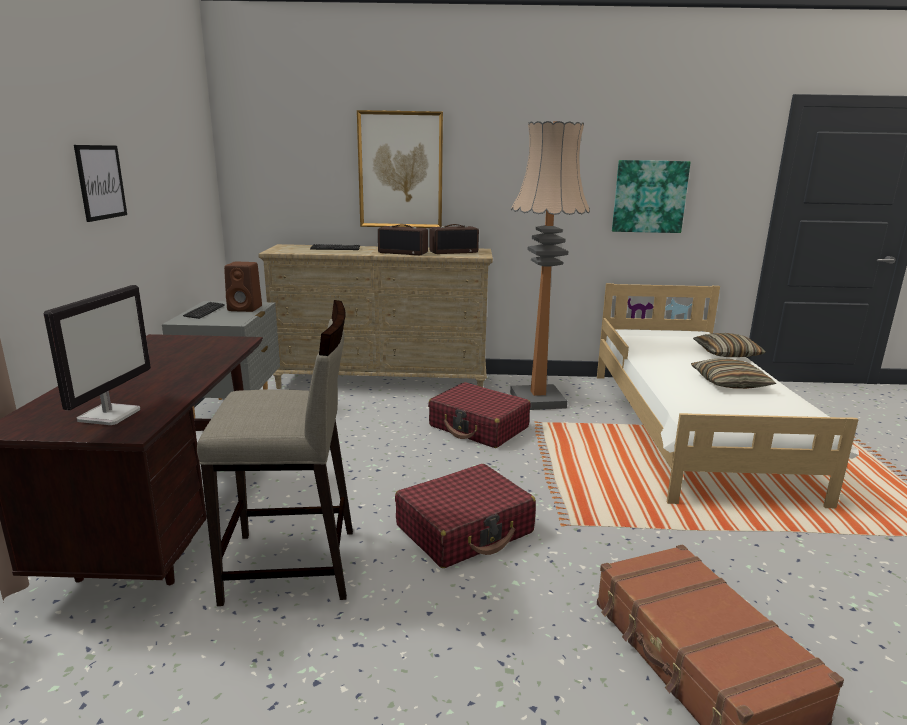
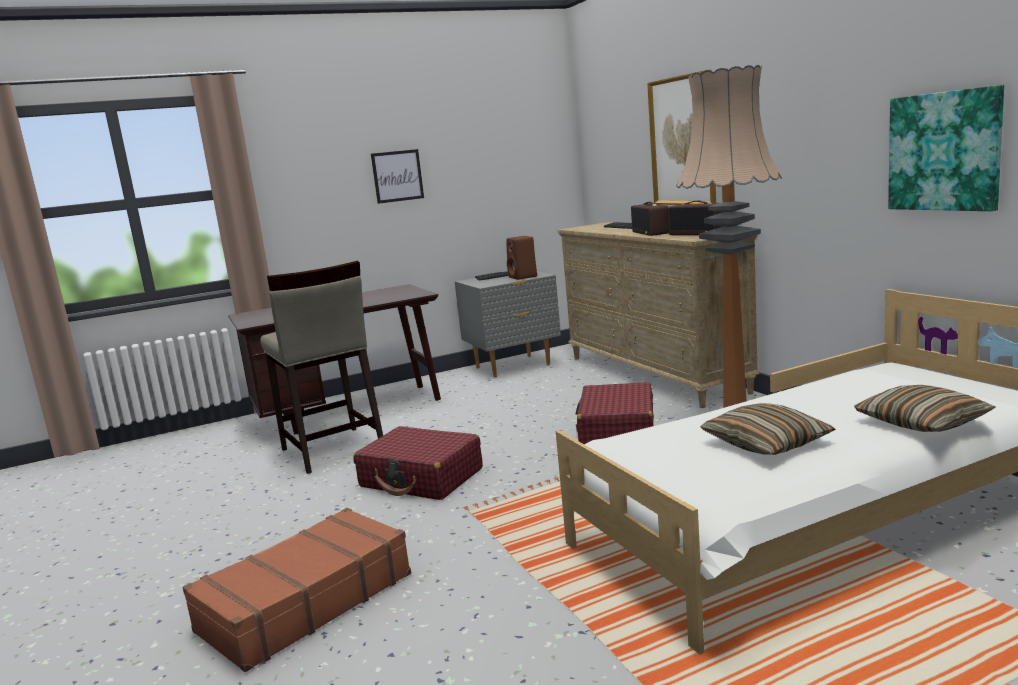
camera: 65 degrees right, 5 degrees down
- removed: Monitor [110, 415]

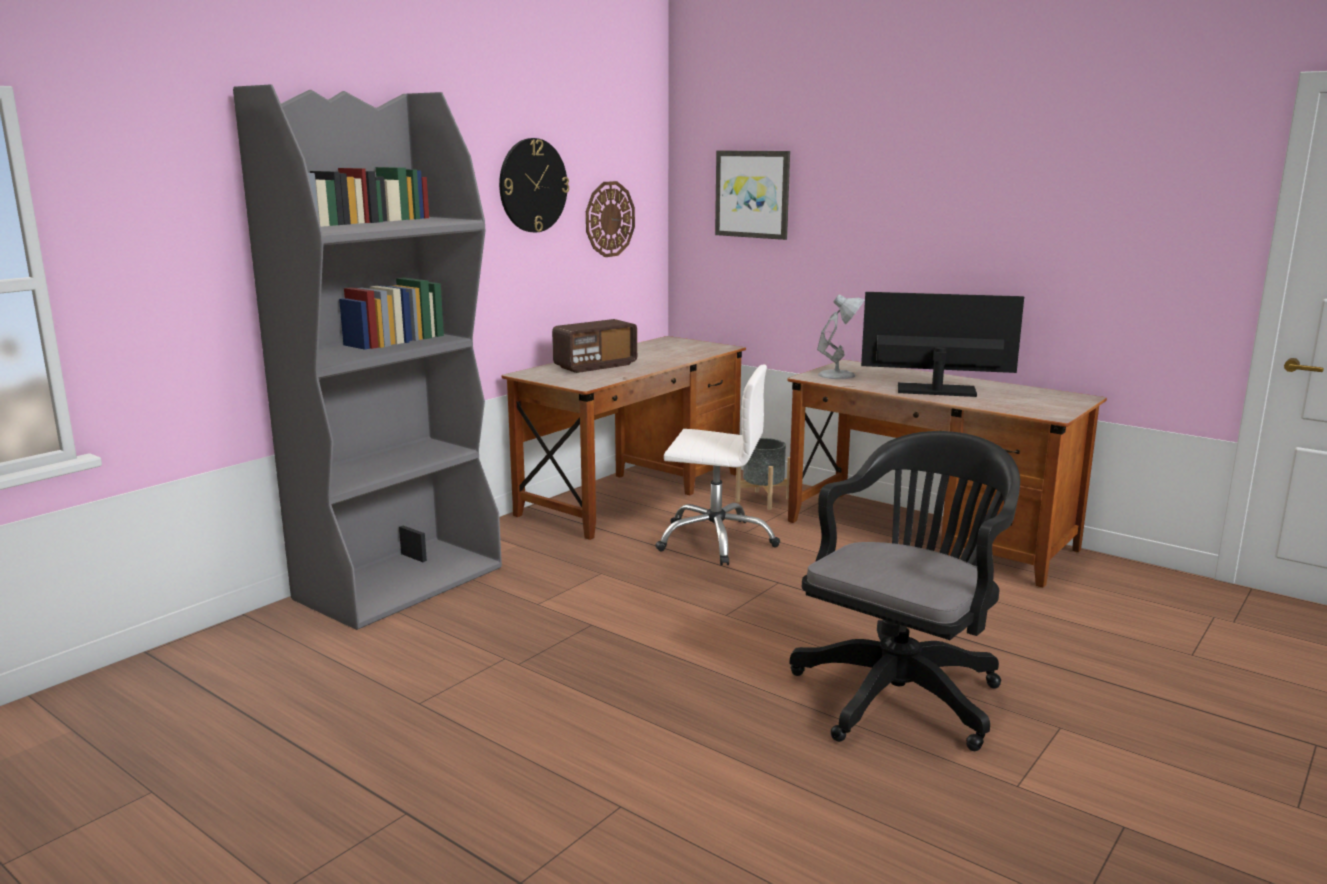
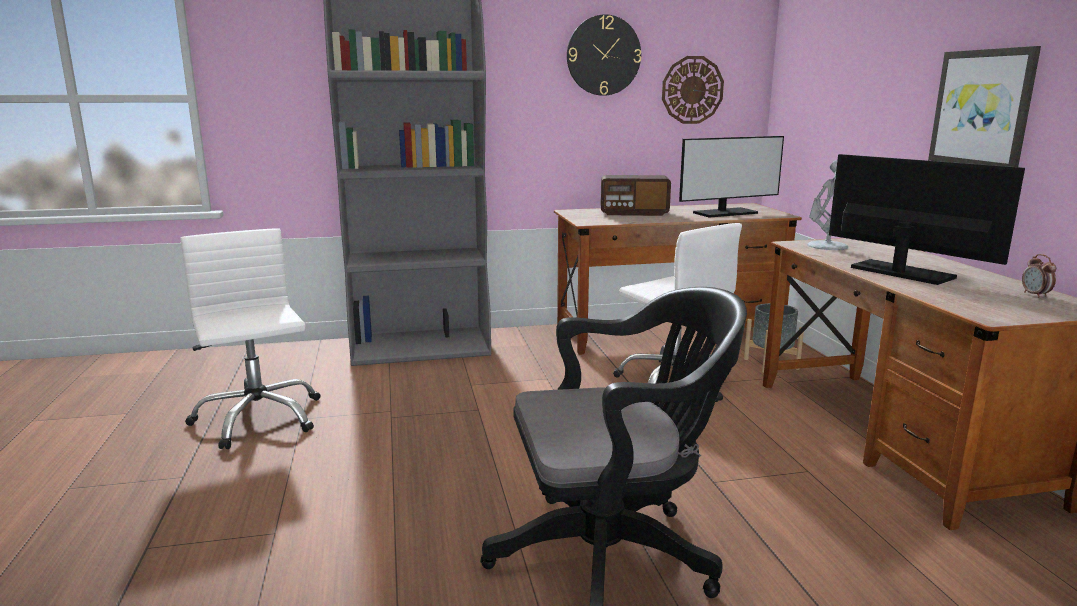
camera: 40 degrees right, 0 degrees up
- added: WhiteOfficeChair [258, 418]
- added: Monitor [725, 213]
- moved: Picture [753, 194] to [982, 108]
- added: AlarmClock [1035, 295]

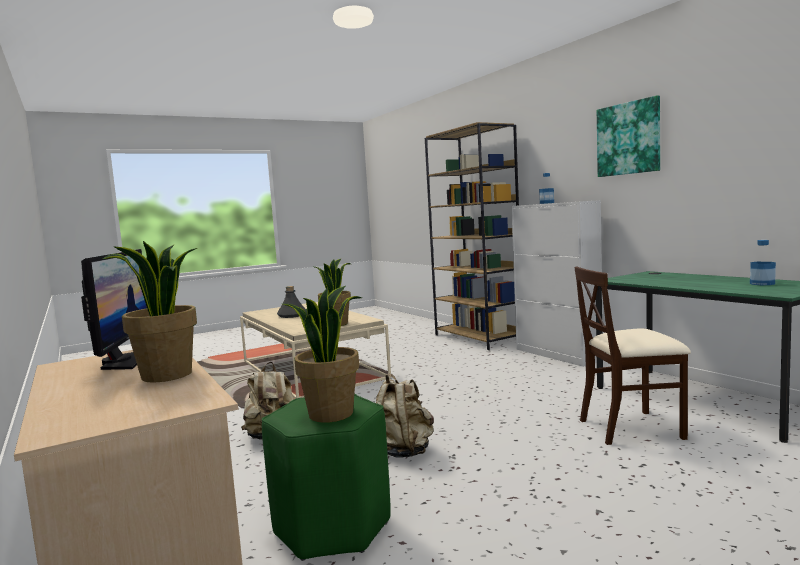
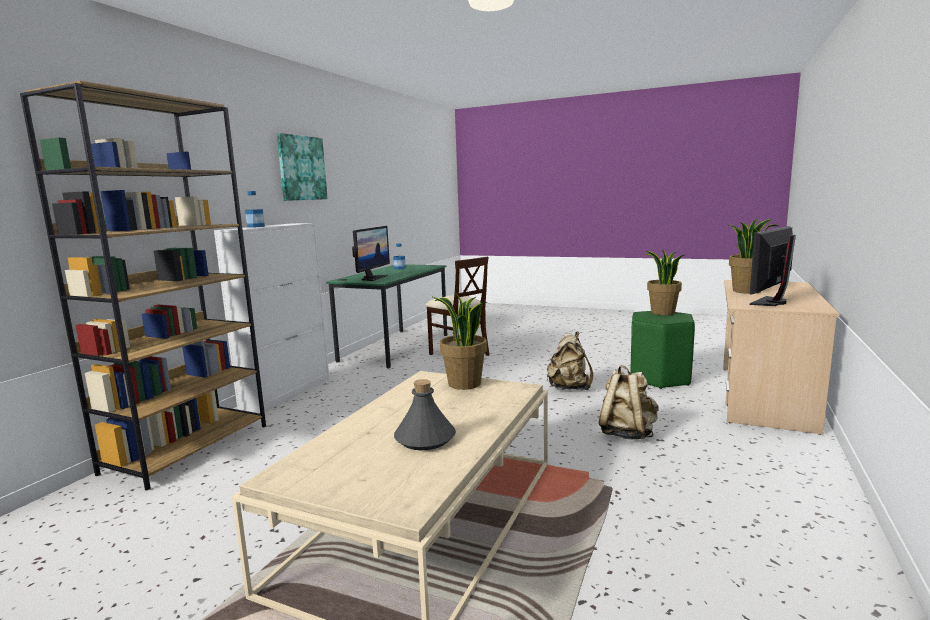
camera: 125 degrees left, 5 degrees up
- added: Monitor [372, 278]

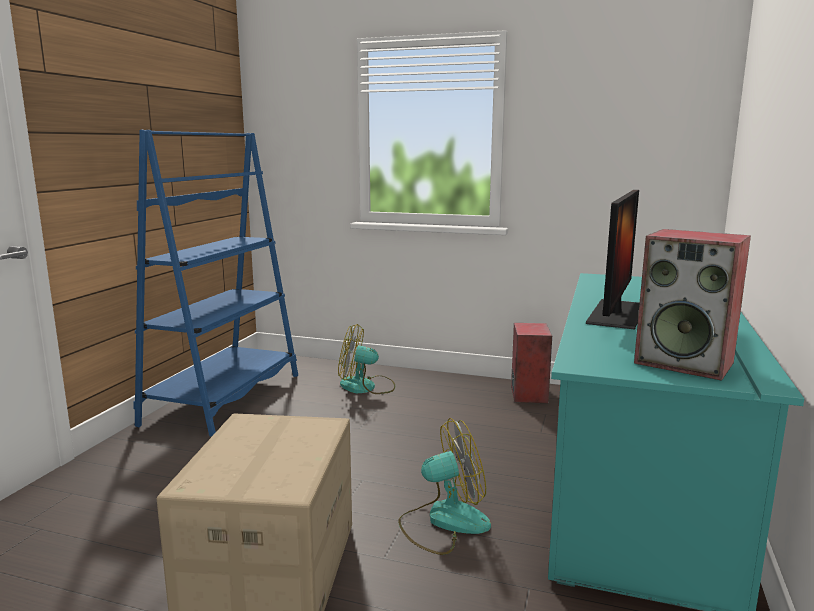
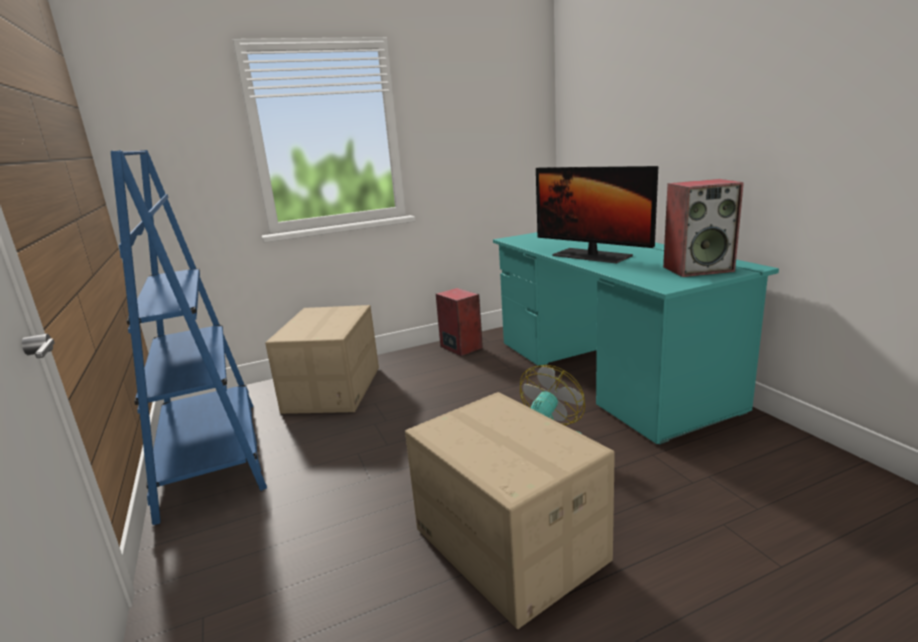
camera: 40 degrees left, 5 degrees up
- replaced: Fan [366, 387] to CardboardBox [334, 389]
- turned: Monitor [616, 314] = [591, 256] 150 degrees clockwise

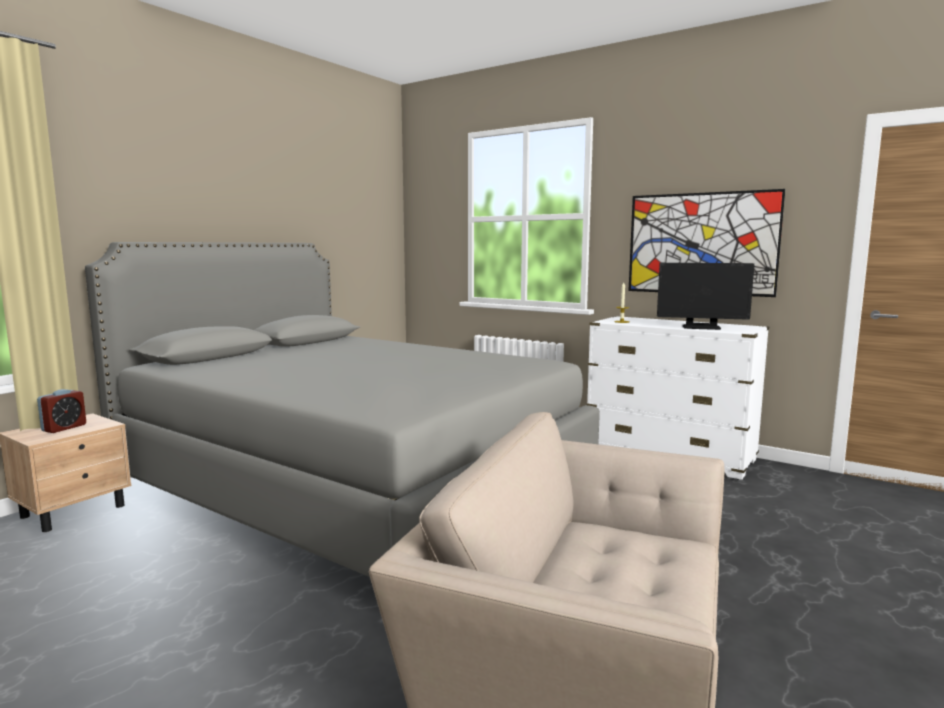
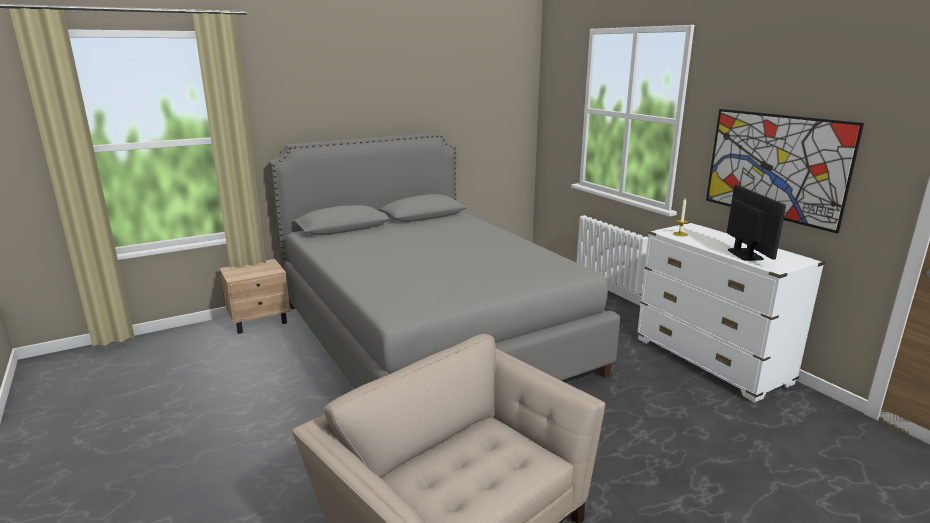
camera: 25 degrees right, 10 degrees up
- turned: Monitor [701, 327] = [745, 254] 135 degrees counterclockwise
- removed: AlarmClock [64, 428]

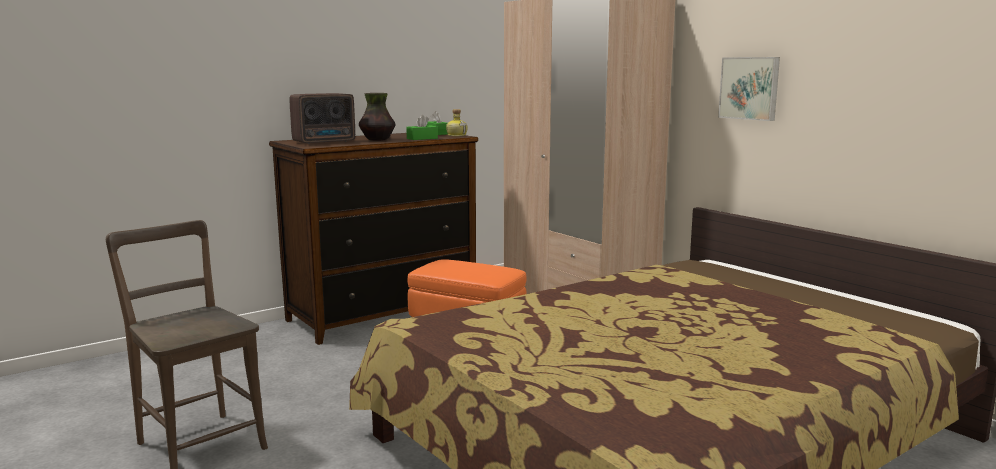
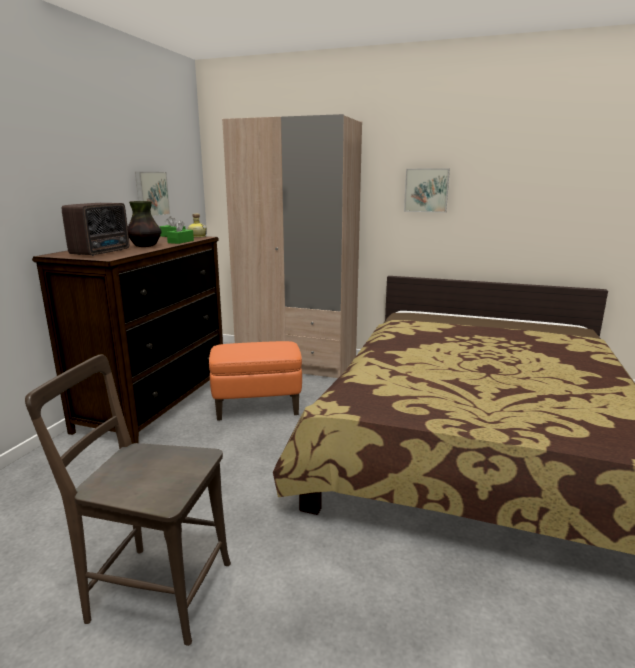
camera: 35 degrees left, 5 degrees up
- added: Picture [151, 194]

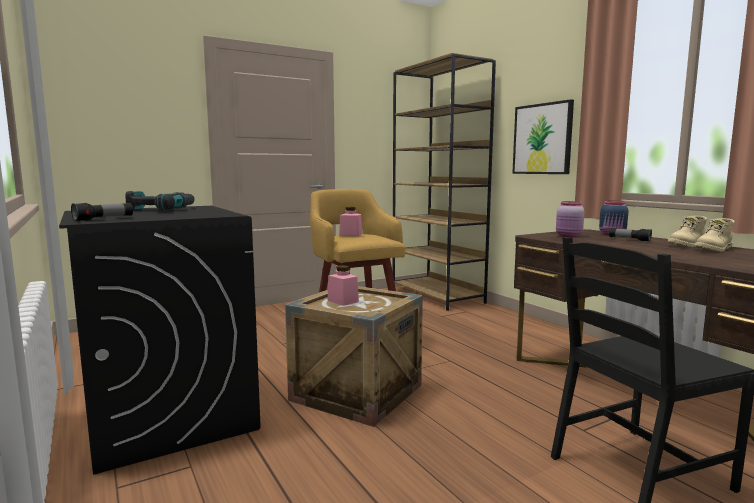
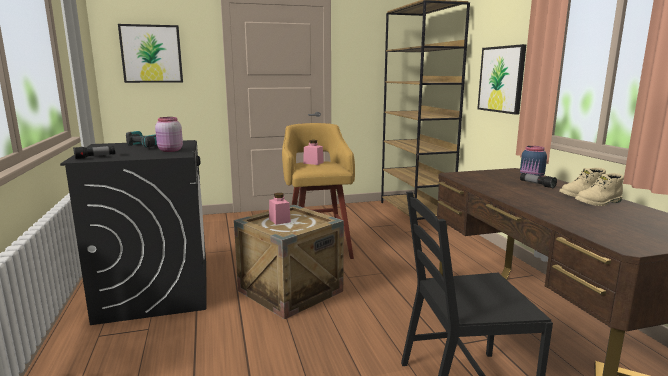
camera: 15 degrees right, 5 degrees up
- added: Picture [151, 54]
- moved: PinkJar [569, 236] to [170, 150]

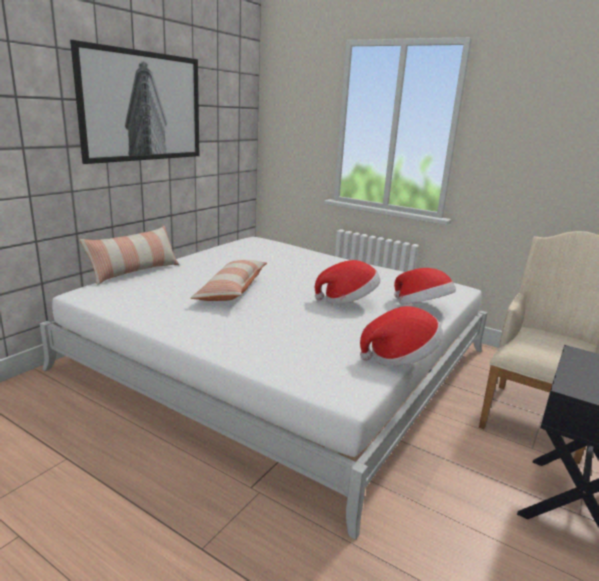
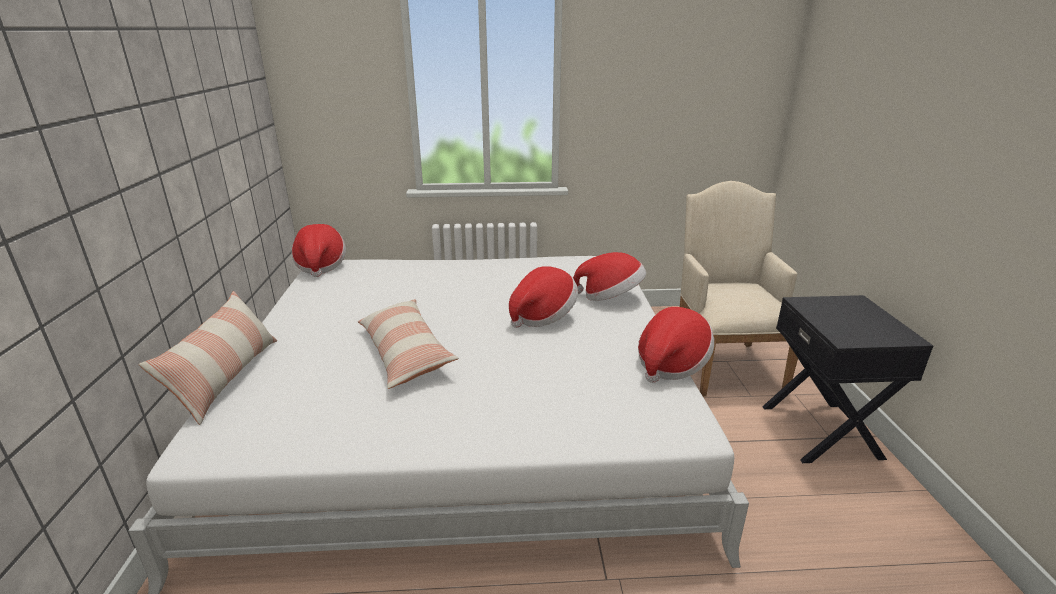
camera: 35 degrees left, 5 degrees up
- added: Hat [320, 266]
- removed: Picture [143, 106]

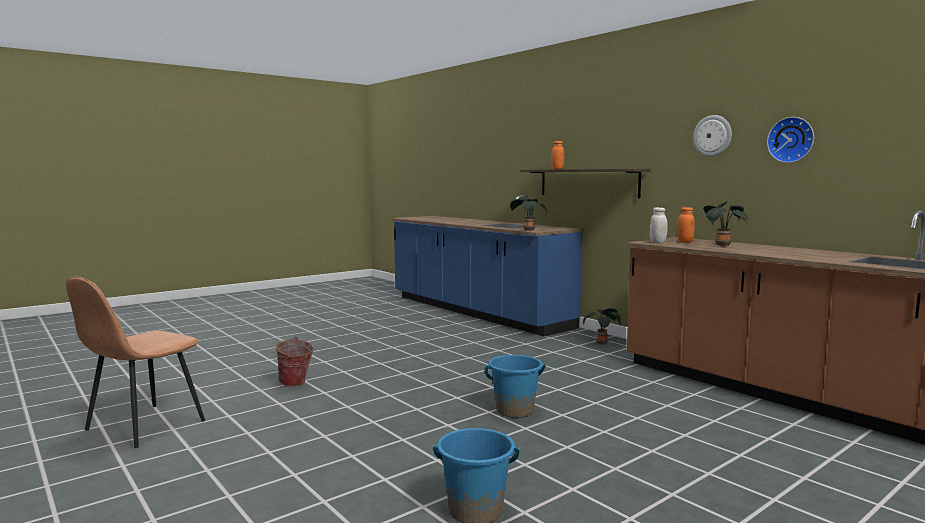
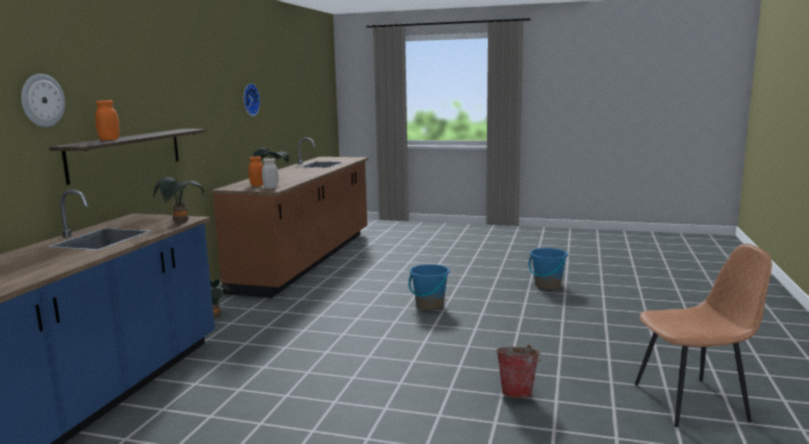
camera: 125 degrees left, 5 degrees up
- moved: WallClock [712, 136] to [42, 100]

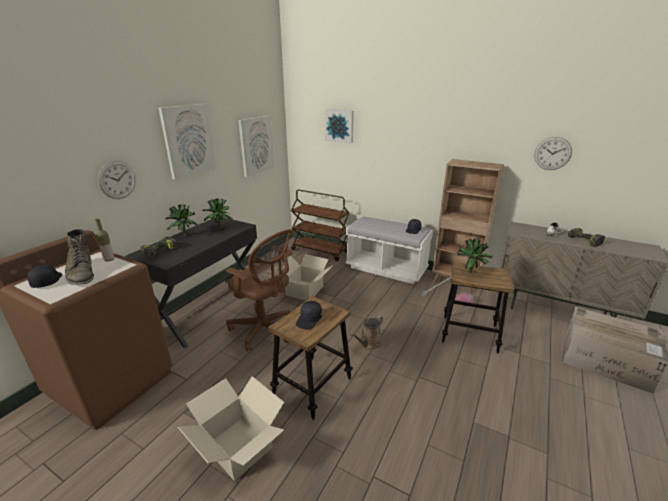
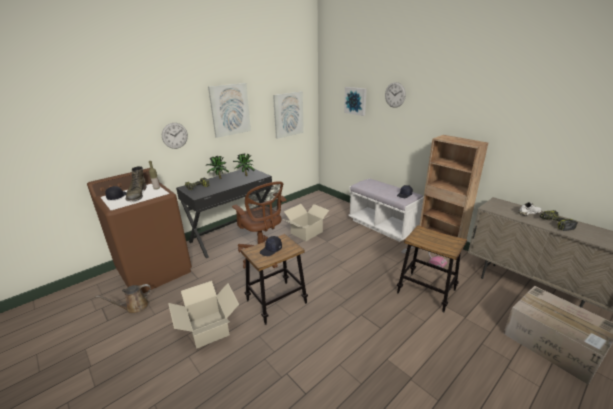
camera: 20 degrees right, 0 degrees up
- moved: BrownWateringCan [369, 343] to [134, 307]
- moved: WallClock [552, 153] to [395, 95]
- removed: BrownCart [320, 251]
- removed: PottedPlant [471, 273]

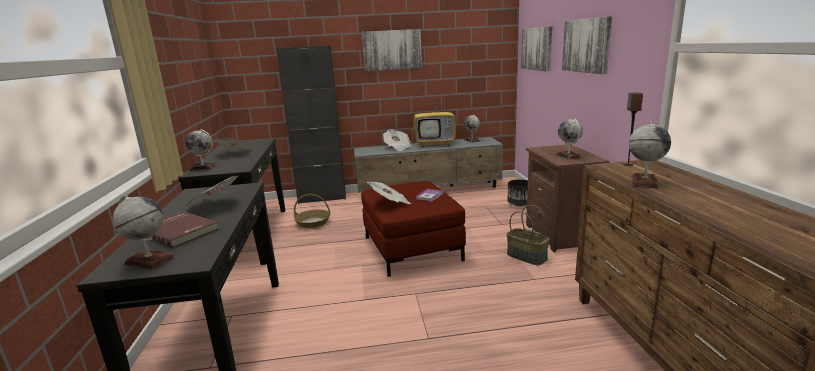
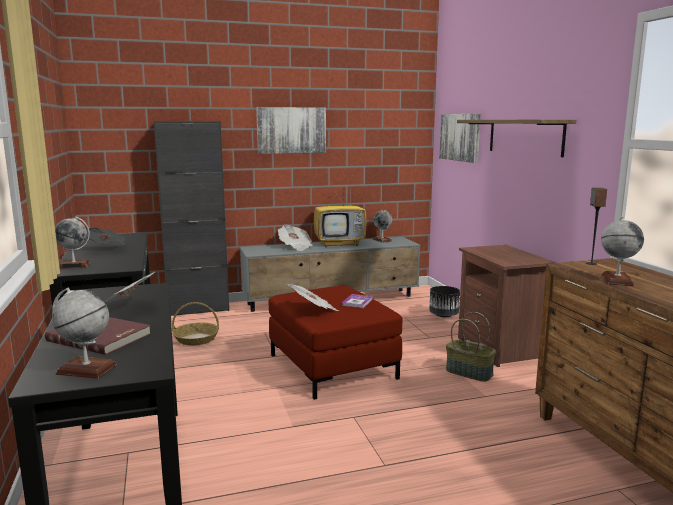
camera: 10 degrees left, 5 degrees down
- replaced: Picture [586, 45] to Shelf [524, 136]
- removed: Globe [568, 156]

